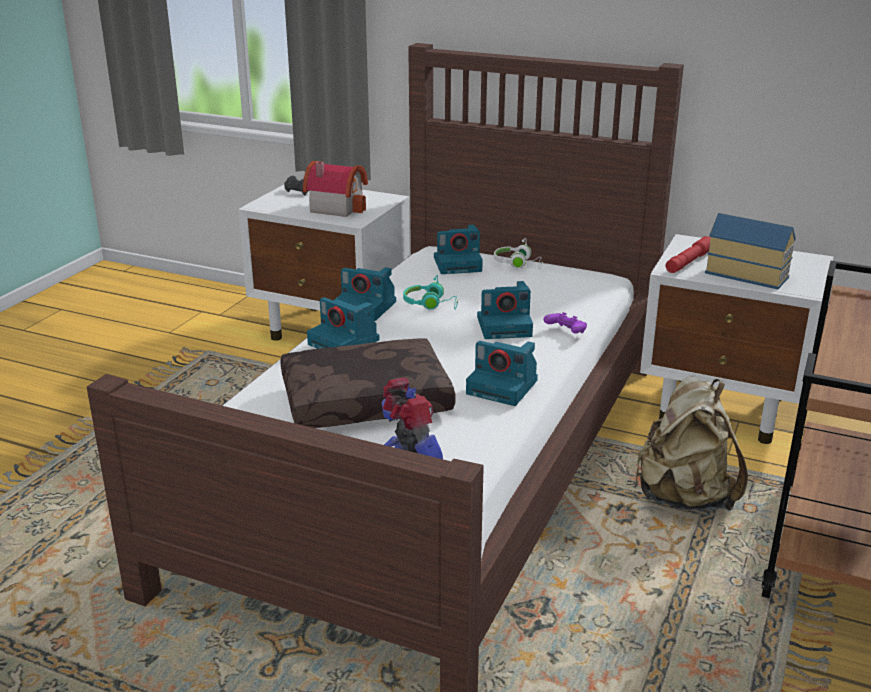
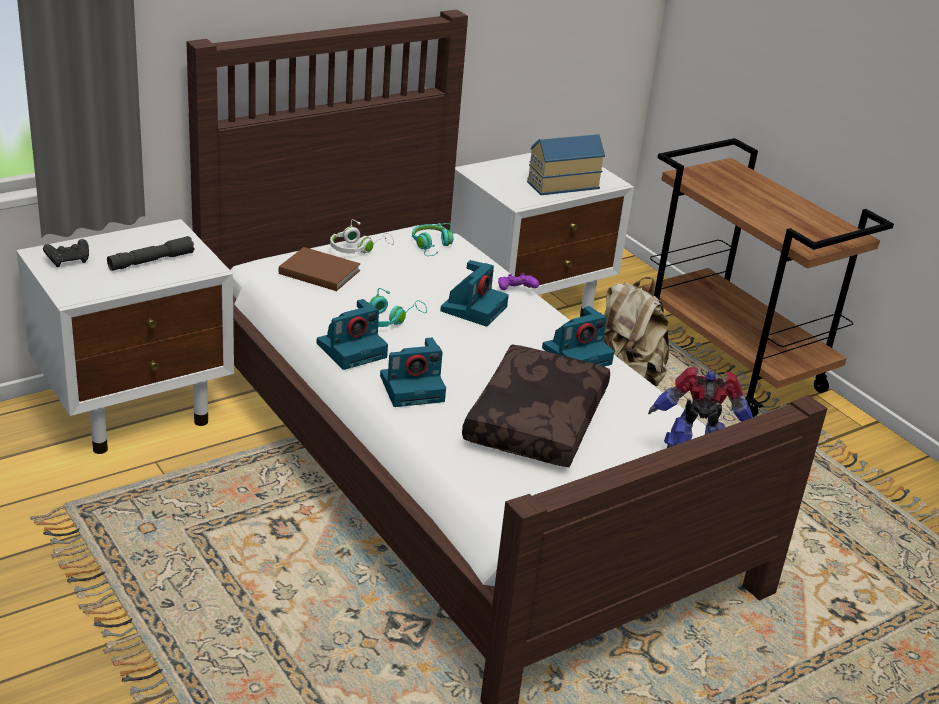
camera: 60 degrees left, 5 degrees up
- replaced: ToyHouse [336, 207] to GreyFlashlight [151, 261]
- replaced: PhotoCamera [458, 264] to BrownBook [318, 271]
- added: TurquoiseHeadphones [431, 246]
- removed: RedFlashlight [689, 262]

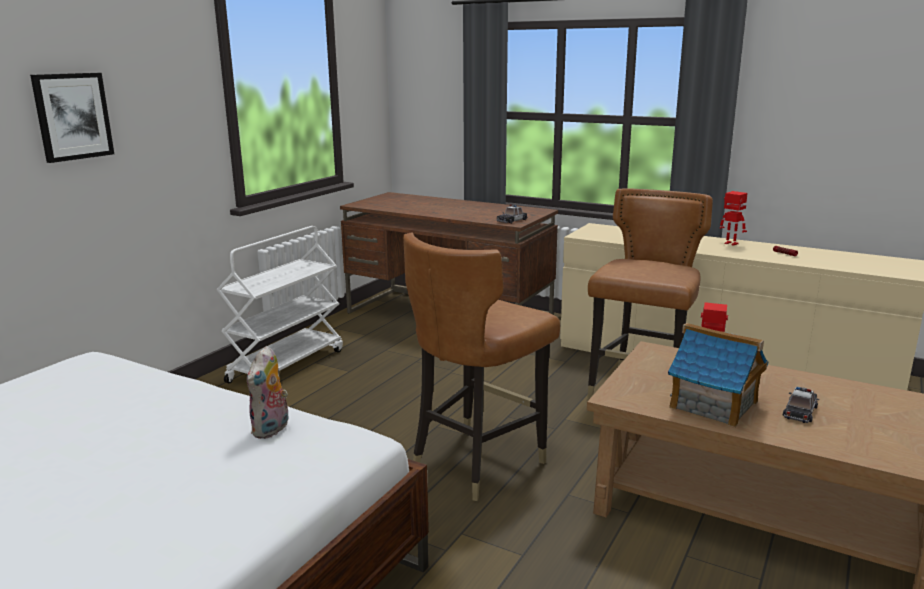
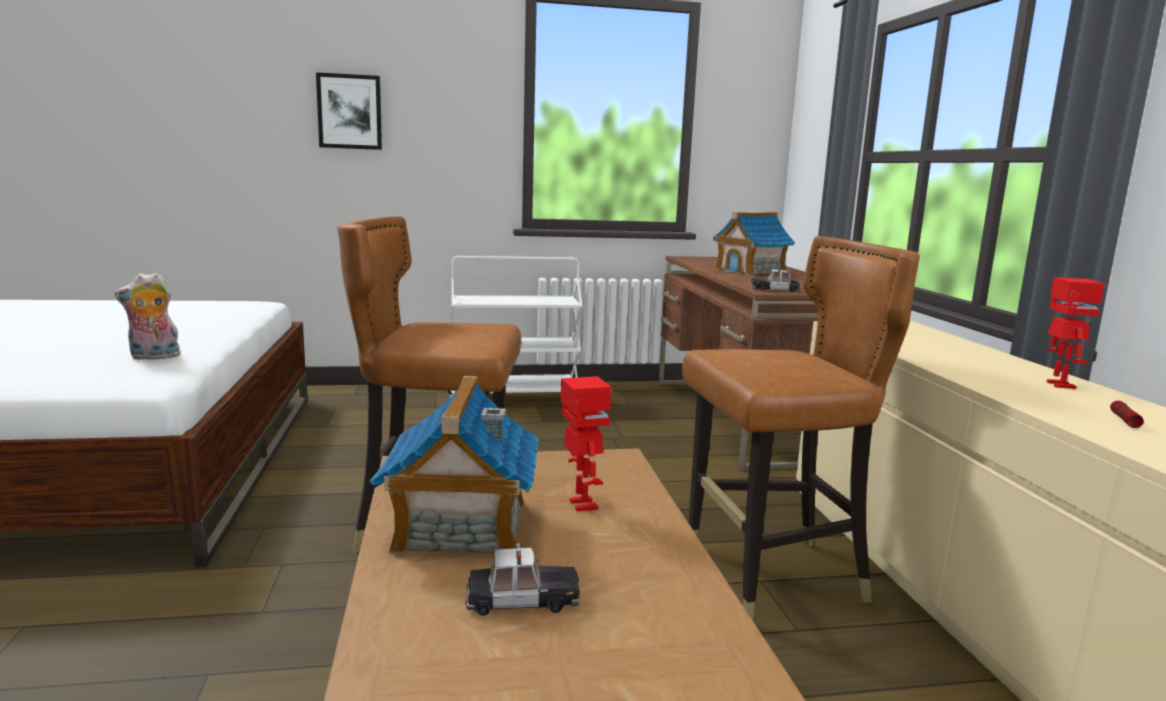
camera: 50 degrees right, 5 degrees down
- added: ToyHouse [750, 271]

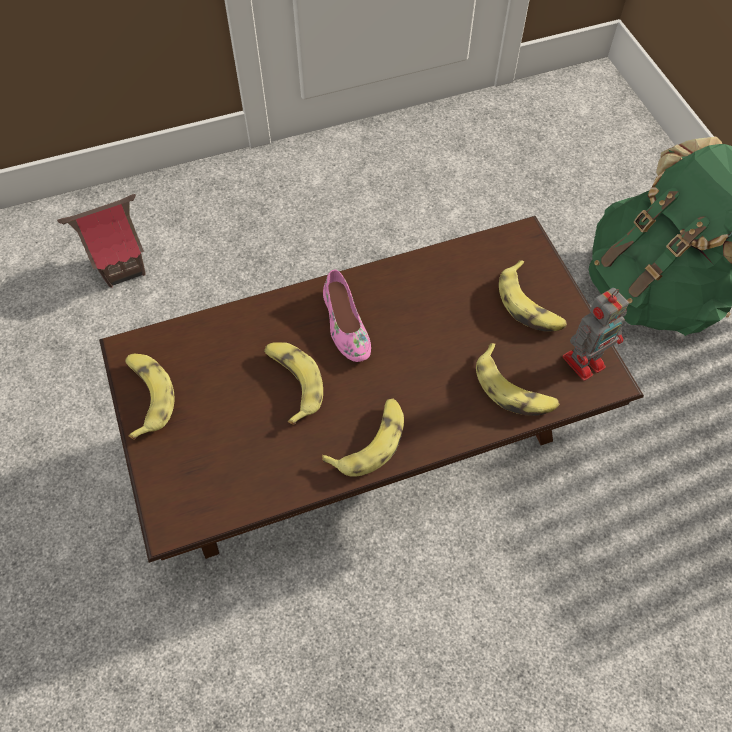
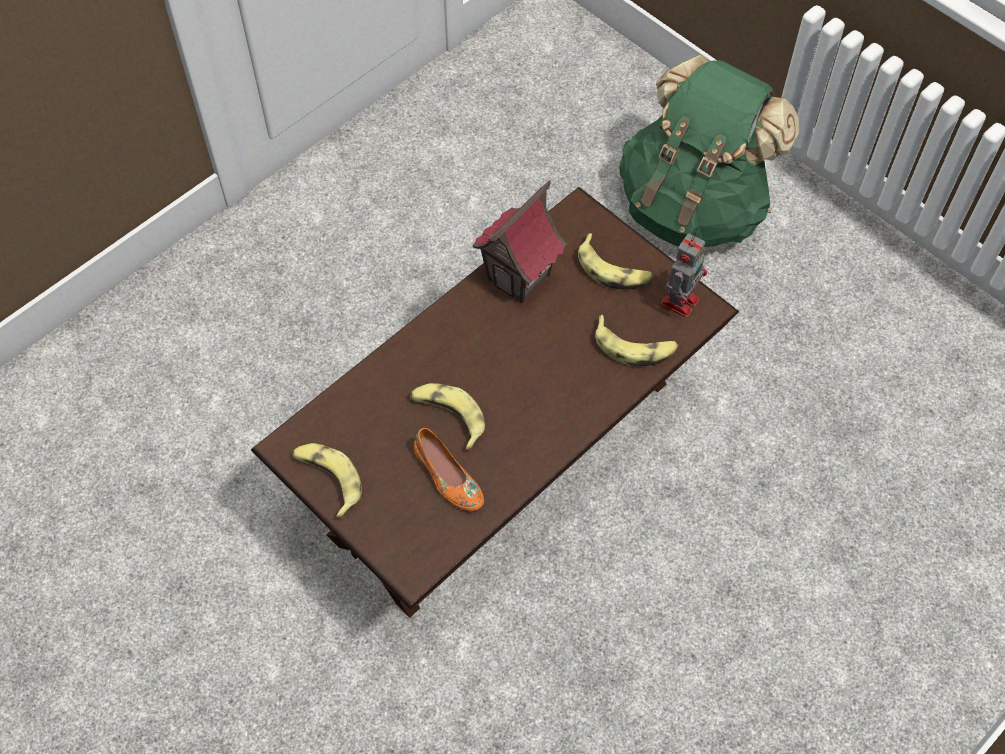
camera: 25 degrees left, 0 degrees up
- added: OrangeShoe [447, 477]
- moved: ToyHouse [122, 268] to [519, 277]
- removed: Banana [370, 441]
- removed: PinkShoe [345, 325]

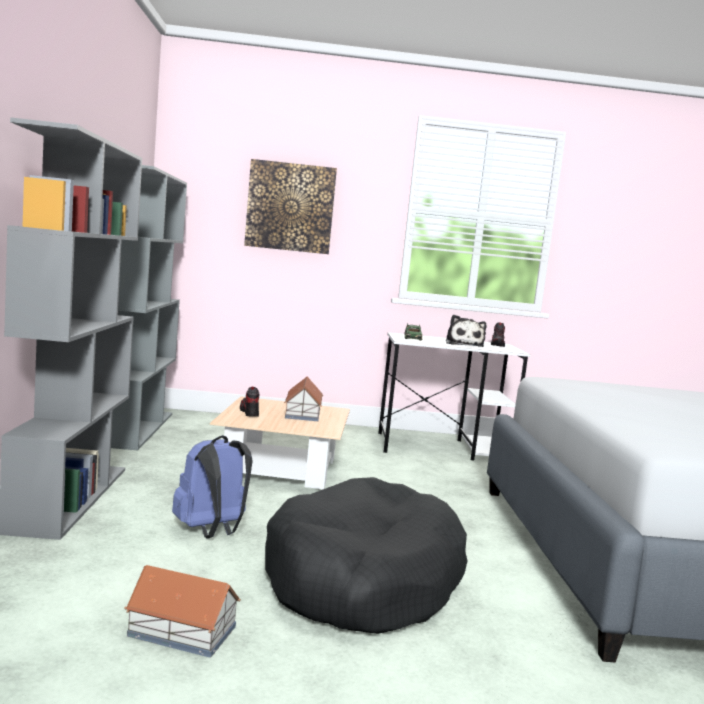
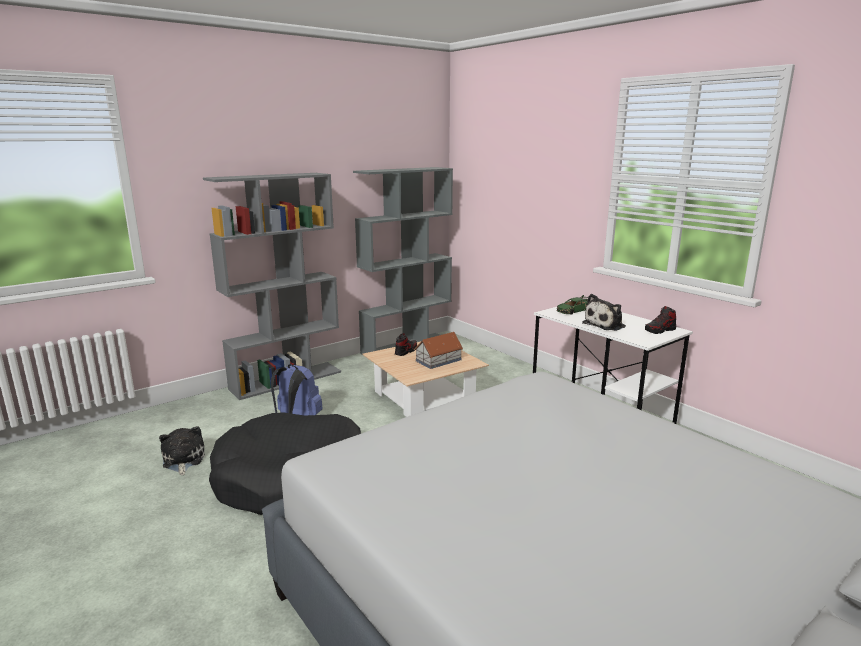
camera: 55 degrees right, 10 degrees up
- replaced: ToyHouse [183, 631] to PlushToy [183, 460]
- removed: Picture [290, 207]

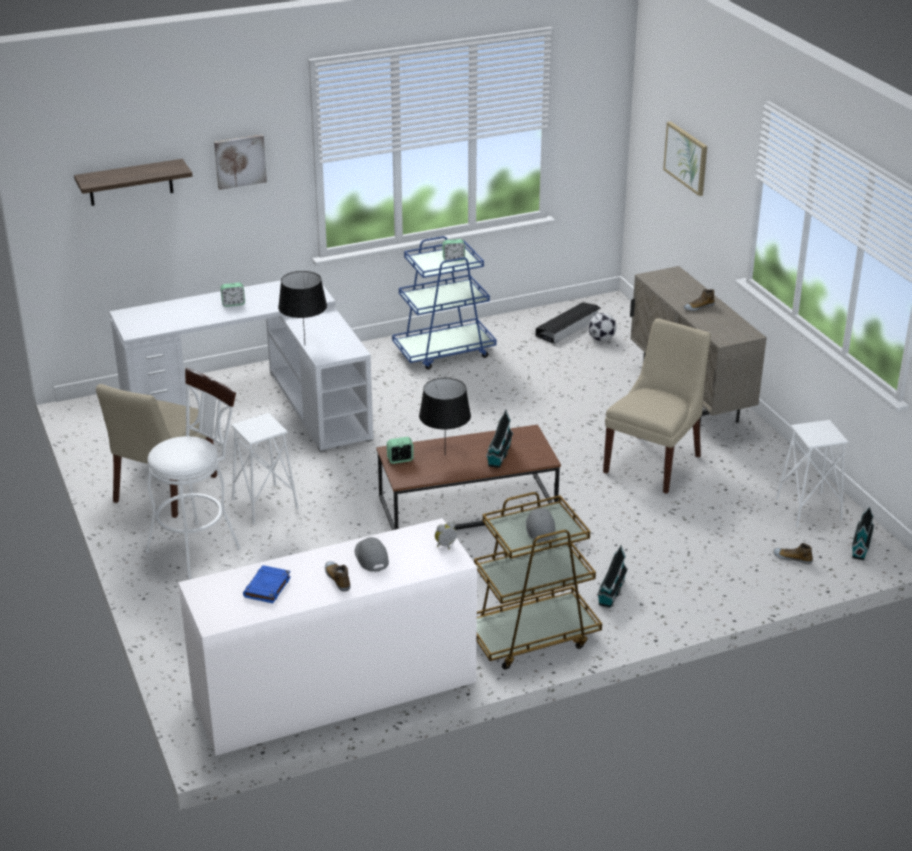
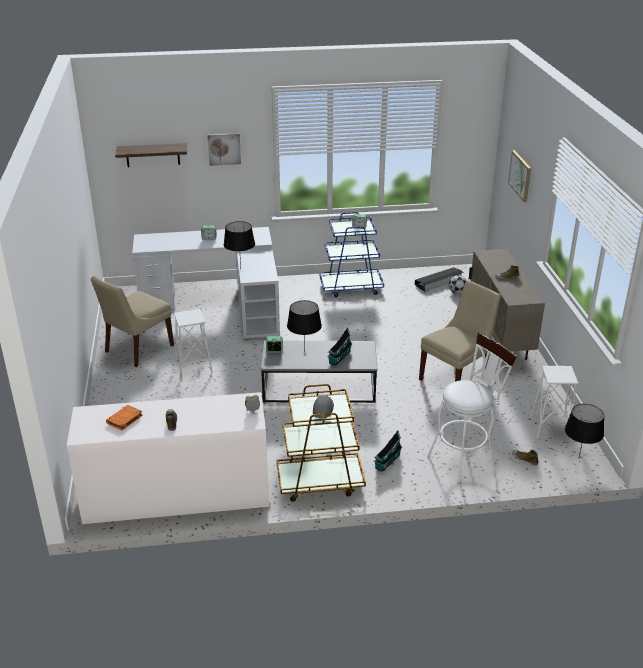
camera: 15 degrees right, 0 degrees up
- recoloured: BlueBook [267, 587] to OrangeBook [124, 420]
- recoloured: BrownCoffeeTable [467, 506] to GreyCoffeeTable [319, 388]
- moved: WhiteStool [199, 546] to [465, 458]
- replaced: ToyHouse [861, 545] to BlackTableLamp [579, 458]
- removed: GreyCap [371, 558]

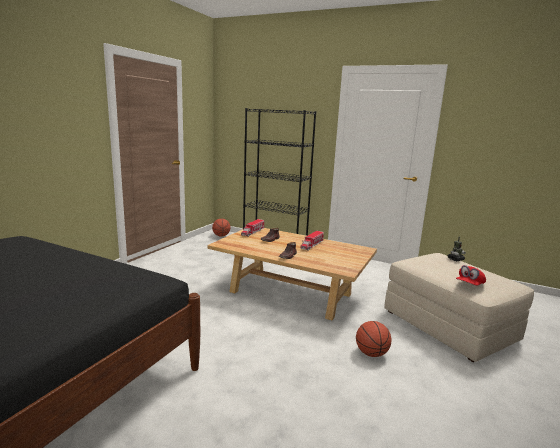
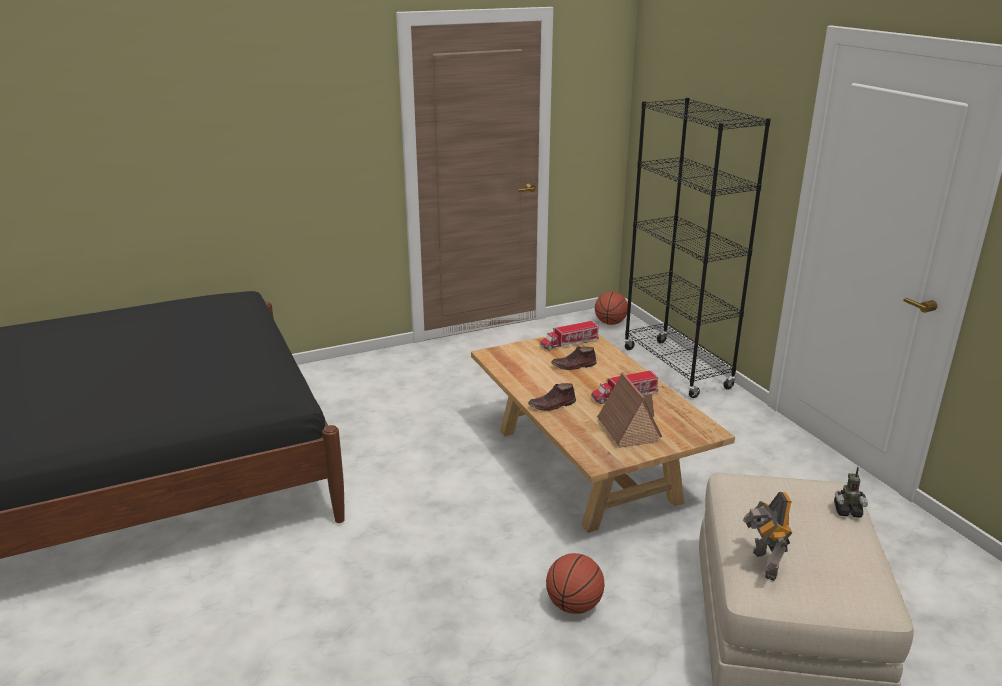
camera: 40 degrees right, 10 degrees up
- added: ToyHouse [627, 430]
- replaced: RedCap [469, 285] to ToyRobot [762, 565]

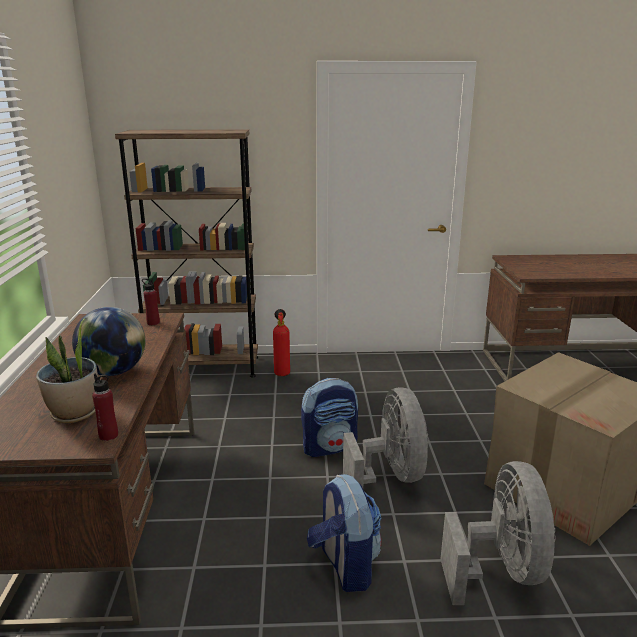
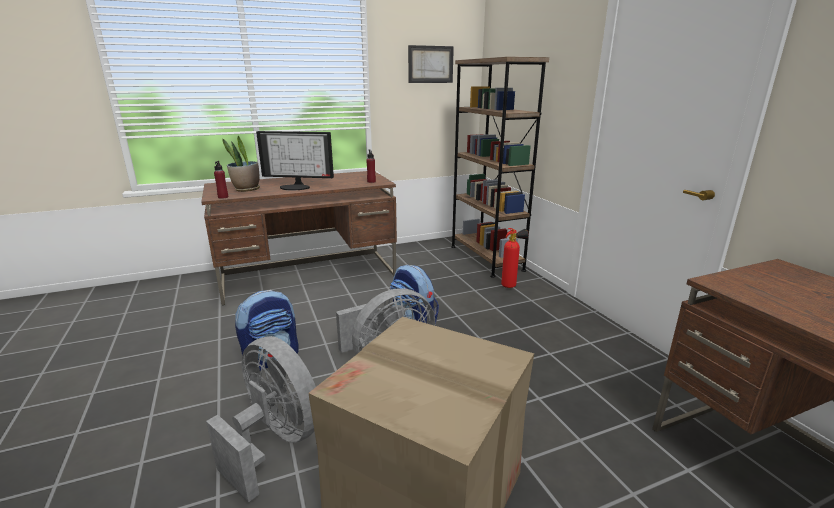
camera: 70 degrees right, 0 degrees up
- turned: GreyFan [500, 569] = [275, 442] 120 degrees counterclockwise
- replaced: Globe [114, 372] to Monitor [296, 187]
- added: Picture [430, 64]

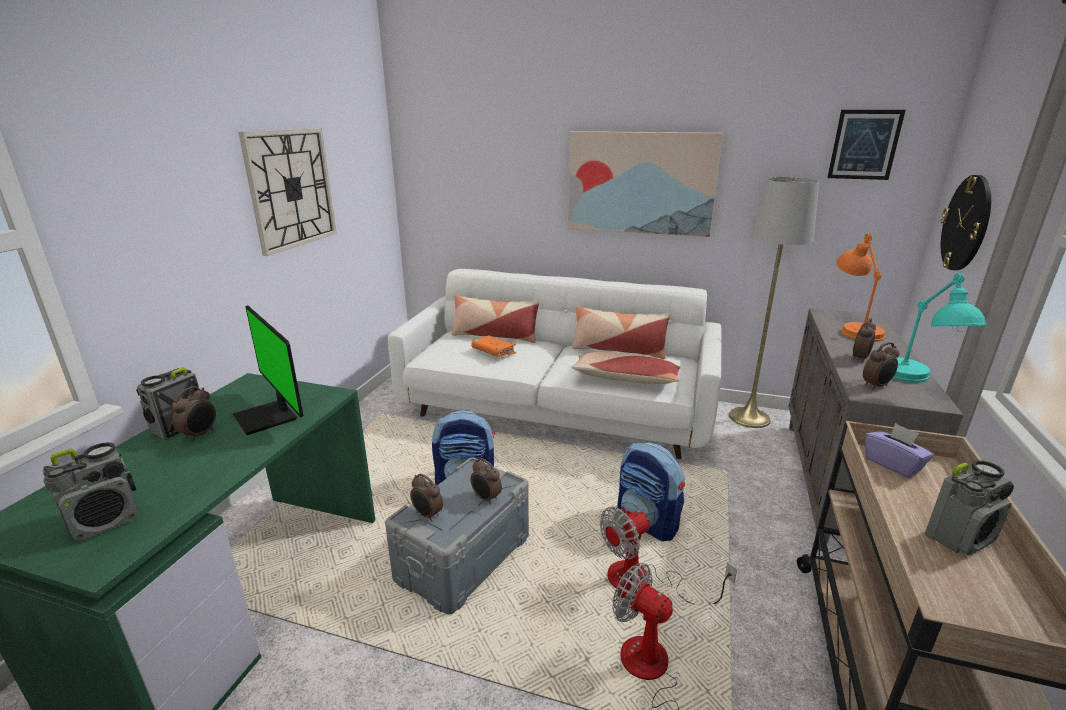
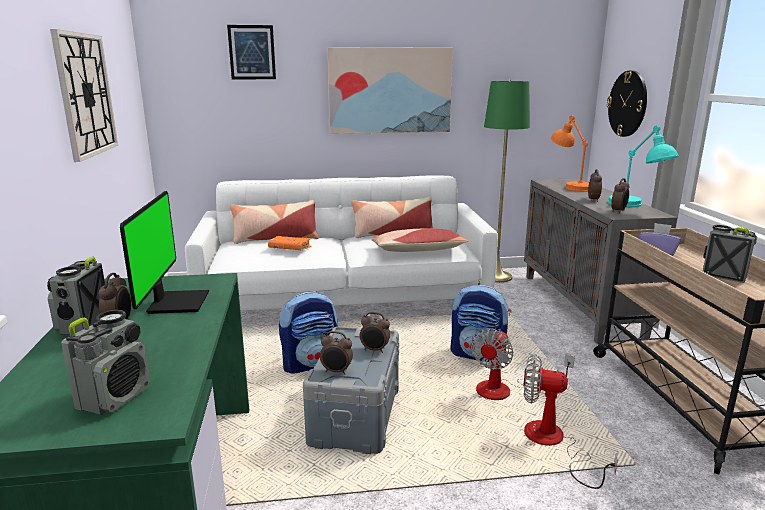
camera: 25 degrees left, 5 degrees down
- turned: Monitor [269, 417] = [176, 302] 120 degrees counterclockwise
- moved: Picture [864, 145] to [252, 52]
- recoloured: GreyFloorLamp [749, 417] to GreenFloorLamp [496, 276]
- turned: Radio [960, 538] = [723, 275] 90 degrees counterclockwise

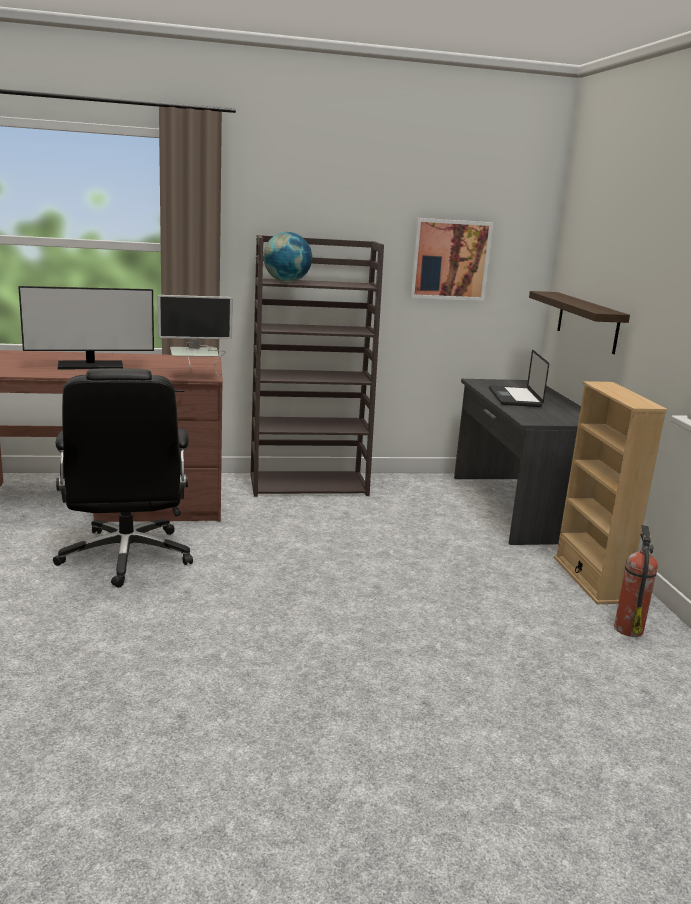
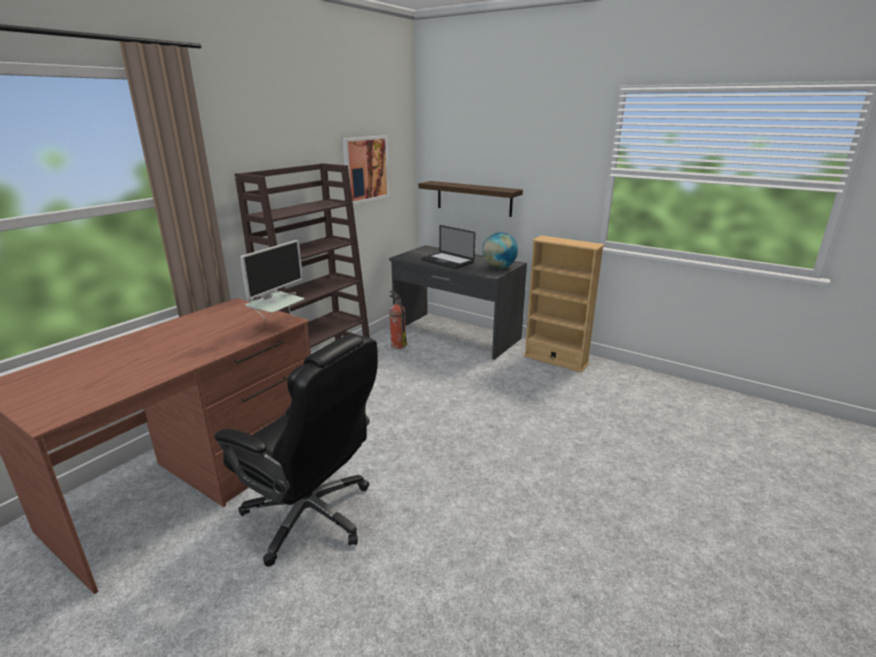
camera: 45 degrees left, 5 degrees up
- moved: FireExtinguisher [628, 628] to [398, 345]
- moved: Globe [286, 282] to [499, 267]
- removed: Monitor [90, 366]

